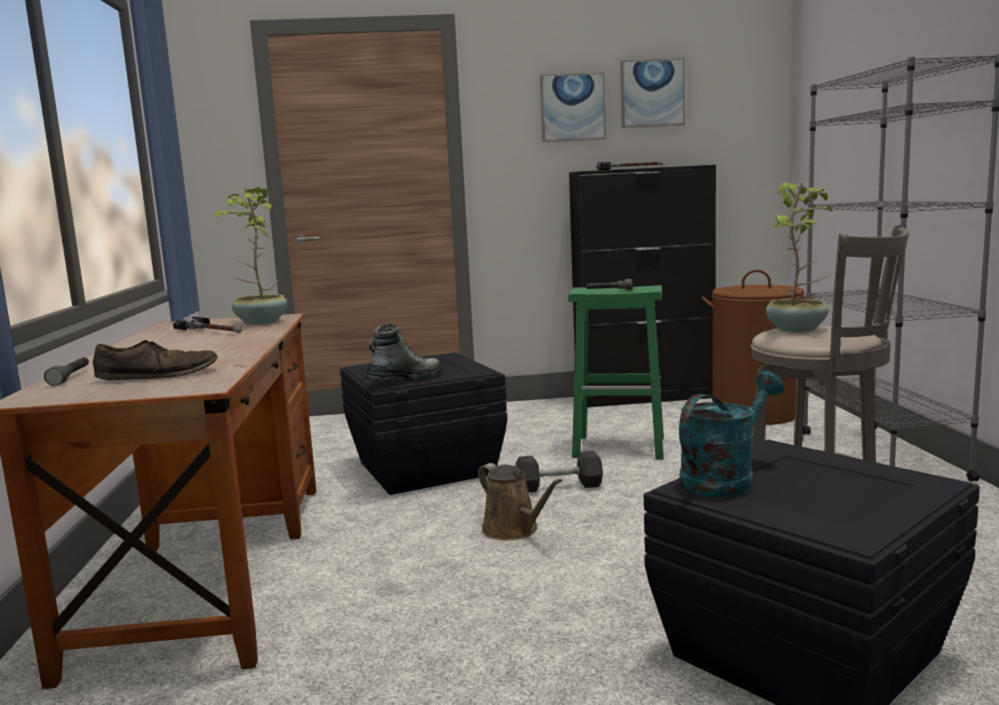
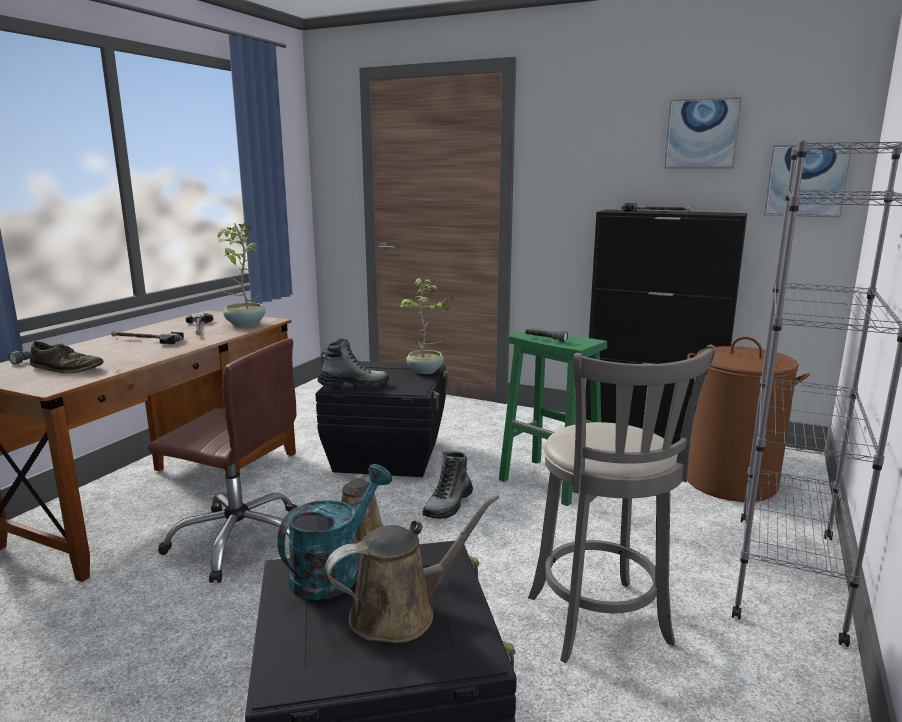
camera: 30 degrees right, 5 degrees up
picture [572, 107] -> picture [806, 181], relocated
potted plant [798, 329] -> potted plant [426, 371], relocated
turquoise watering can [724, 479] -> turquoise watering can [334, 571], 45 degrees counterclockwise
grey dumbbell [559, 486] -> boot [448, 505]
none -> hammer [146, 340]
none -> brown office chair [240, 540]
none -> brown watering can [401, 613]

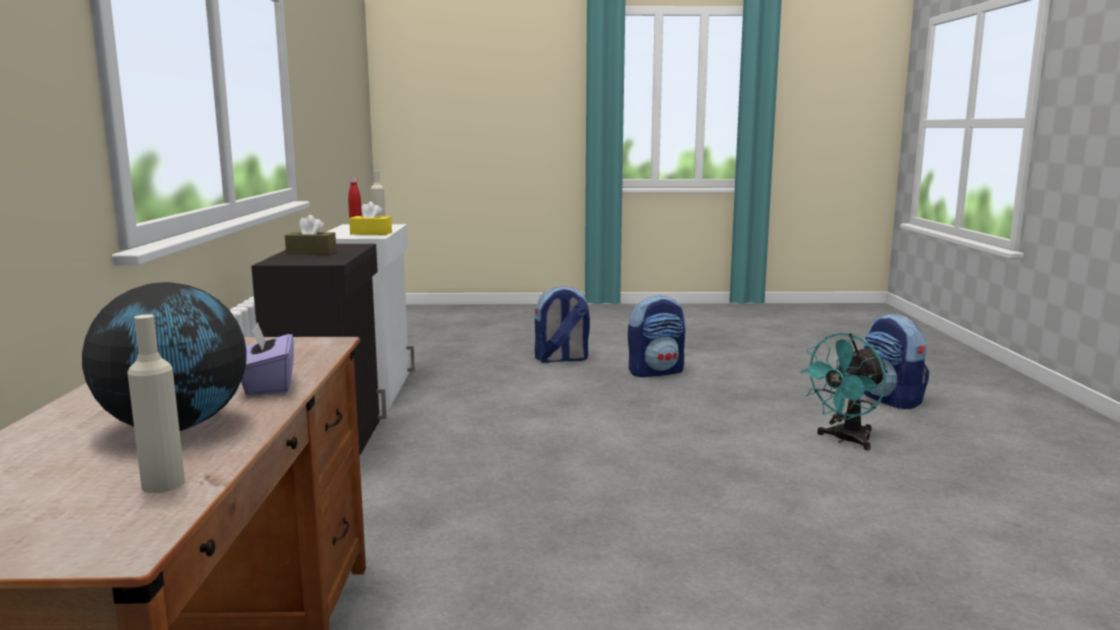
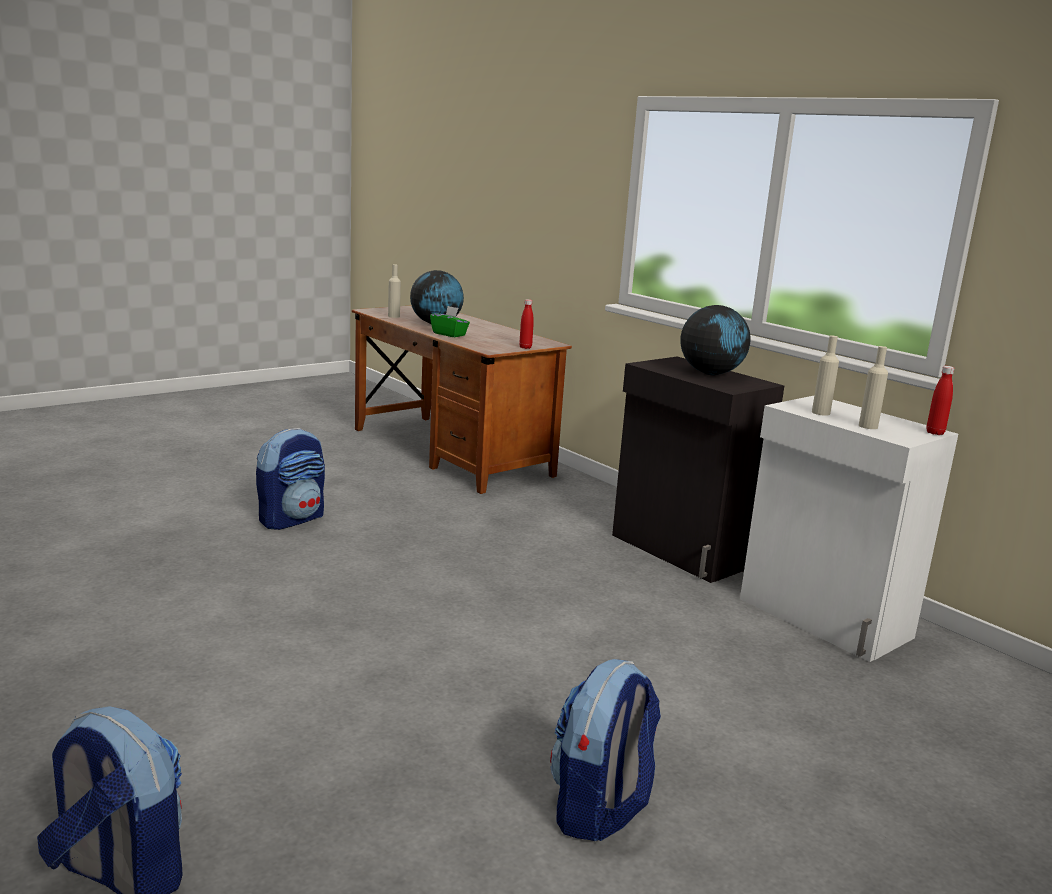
camera: 140 degrees right, 5 degrees up
yellow tissue box [371, 233] -> beige bottle [820, 413]
brown tissue box [311, 252] -> globe [711, 373]
backpack [561, 359] -> backpack [292, 519], relocated
purple tissue box [268, 386] -> green tissue box [449, 334]
turquoise fan [845, 440] -> none
none -> red bottle [525, 347]

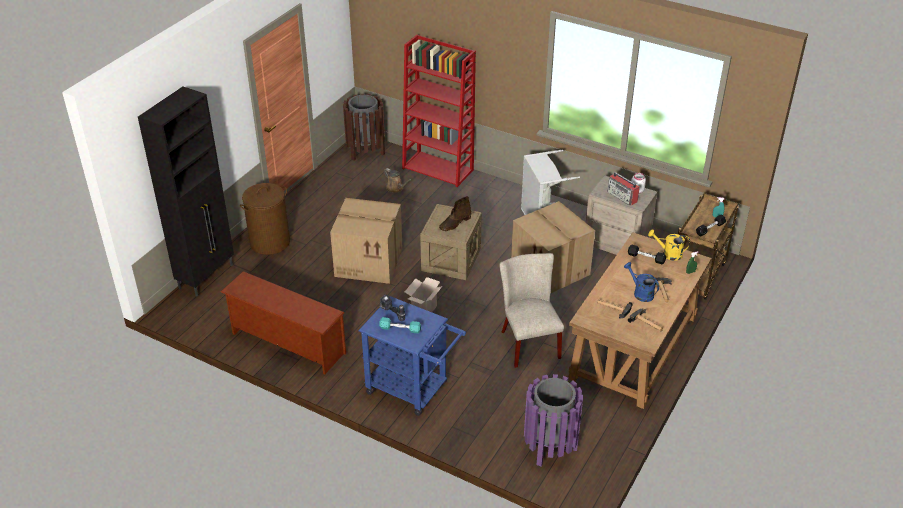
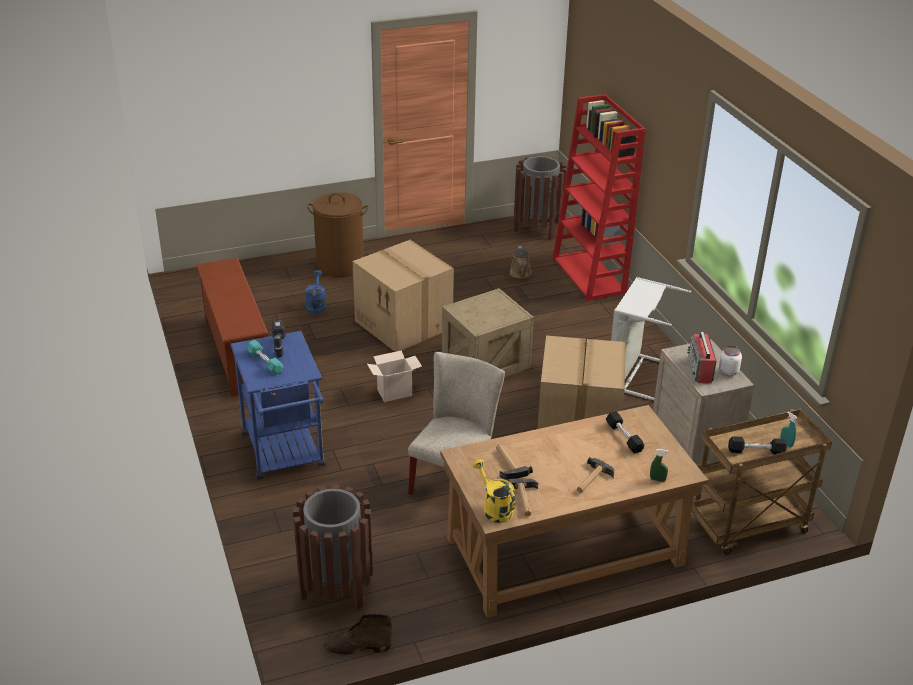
camera: 40 degrees right, 5 degrees down
black cabinet [207, 276] -> none
brown boot [455, 223] -> brown boot [357, 647], relocated
yellow watering can [668, 254] -> yellow watering can [494, 508], relocated
blue watering can [640, 293] -> blue watering can [316, 305], relocated
purple trash can [549, 447] -> brown trash can [336, 588]

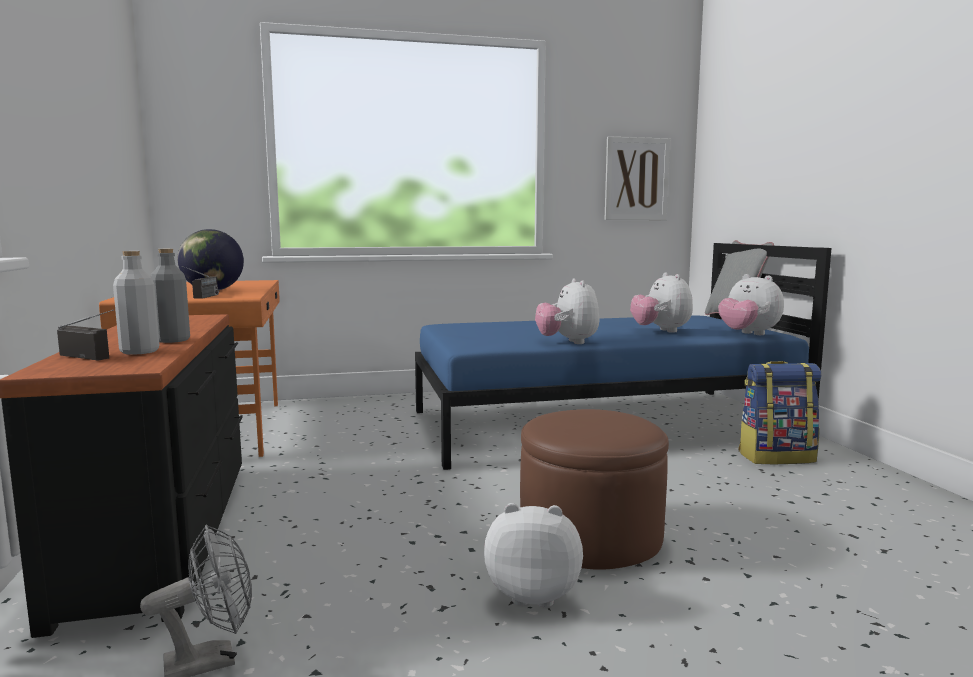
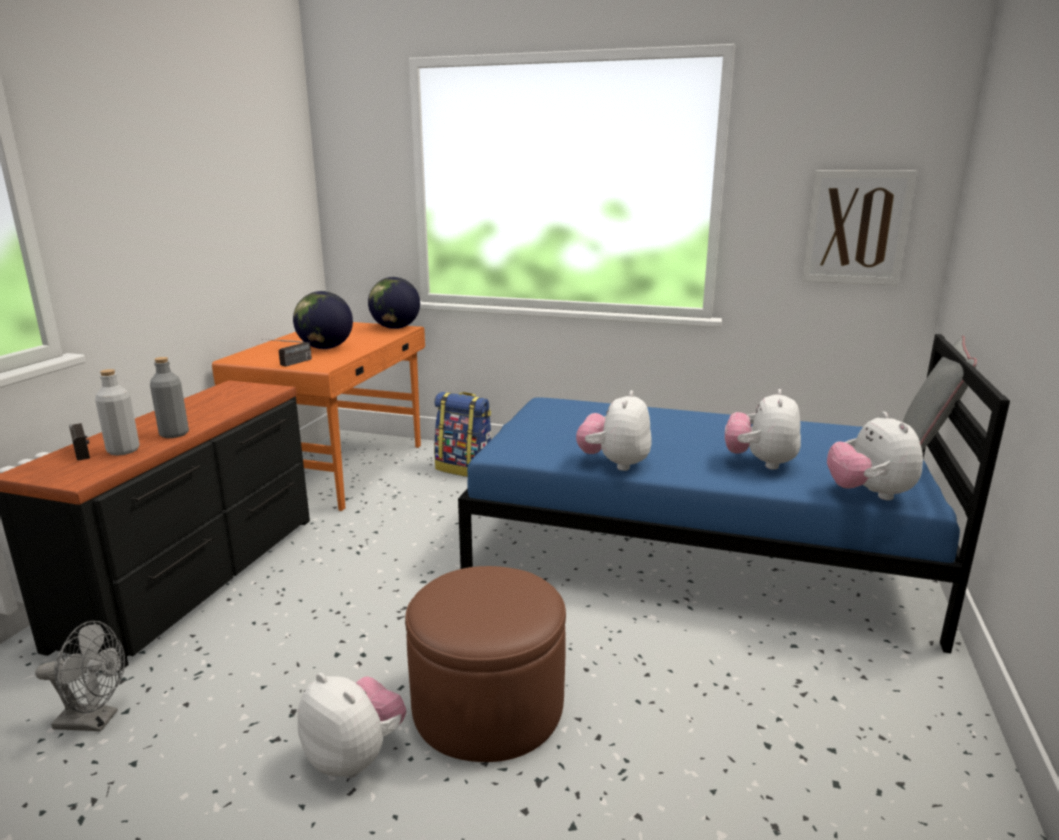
camera: 30 degrees right, 10 degrees up
backpack [776, 457] -> backpack [465, 468], relocated
none -> globe [395, 328]

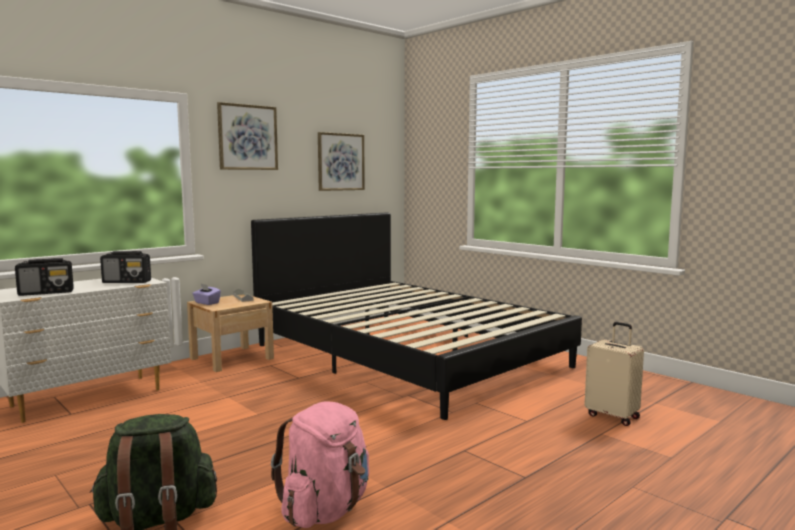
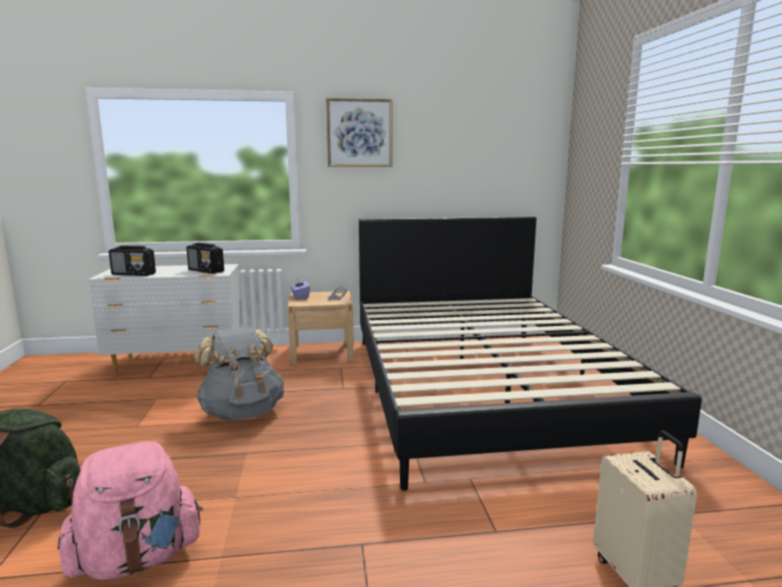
camera: 35 degrees right, 5 degrees up
picture [340, 162] -> none
none -> grey backpack [242, 412]

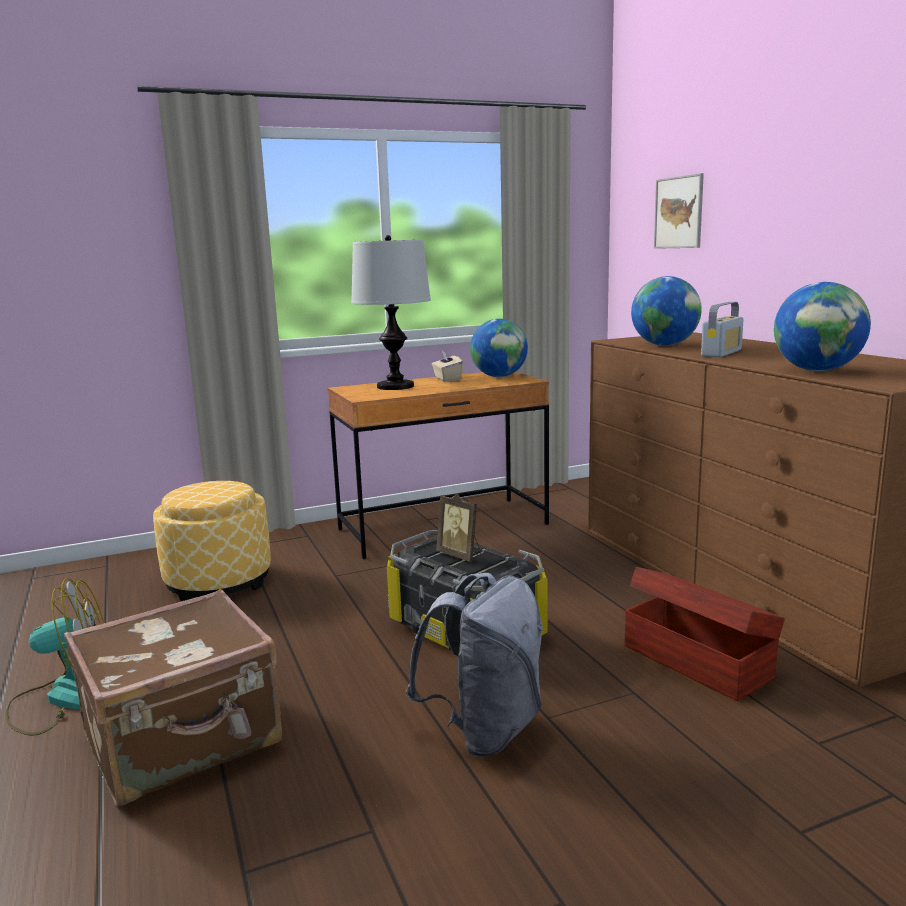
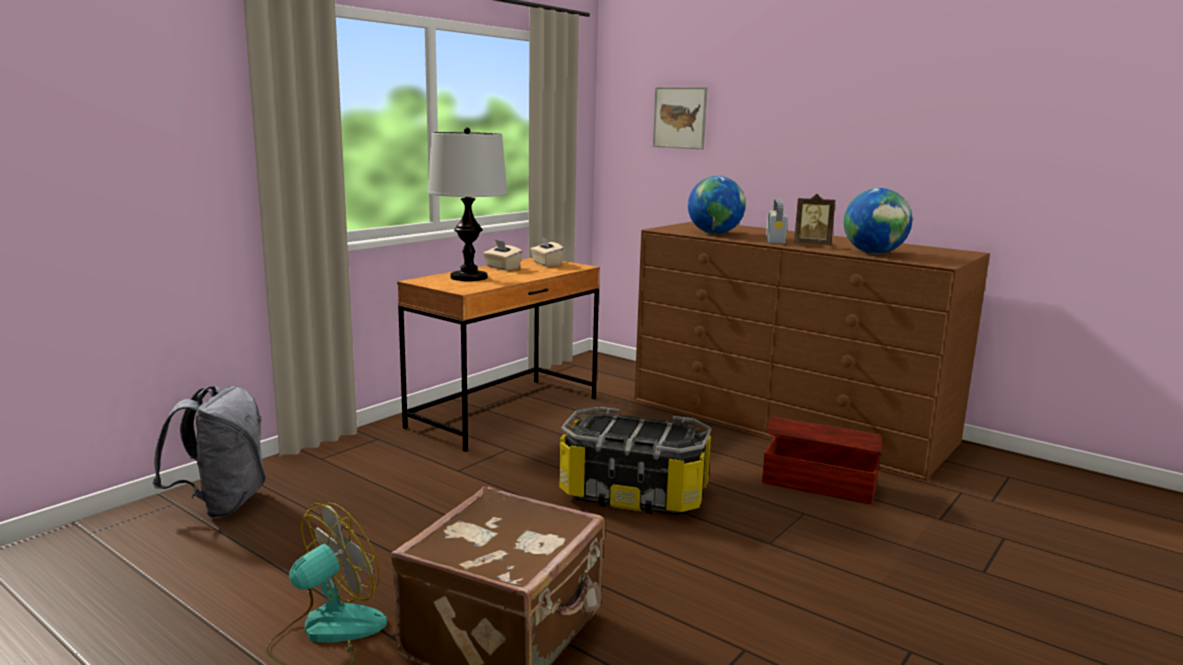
camera: 30 degrees left, 0 degrees up
globe [499, 376] -> beige tissue box [546, 264]
ottoman [218, 581] -> none
picture frame [460, 555] -> picture frame [812, 245], relocated
grey backpack [485, 730] -> grey backpack [222, 504], relocated

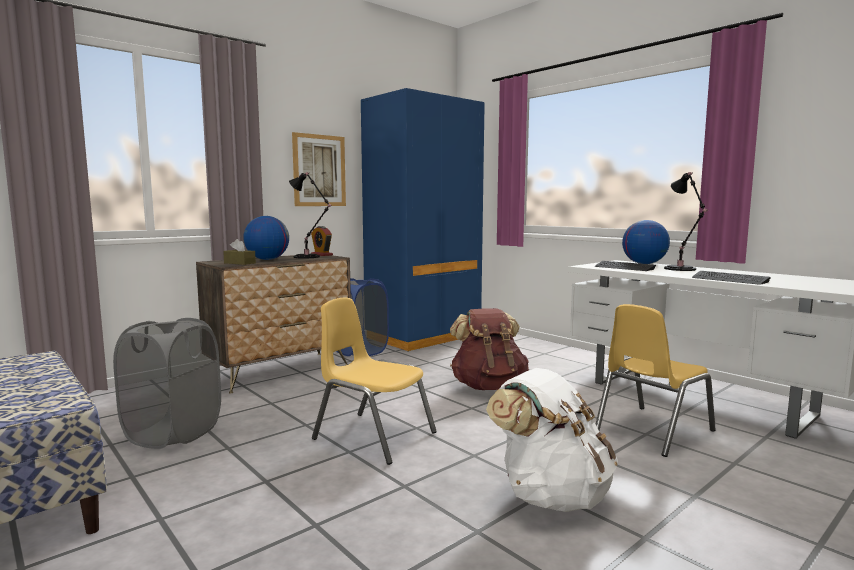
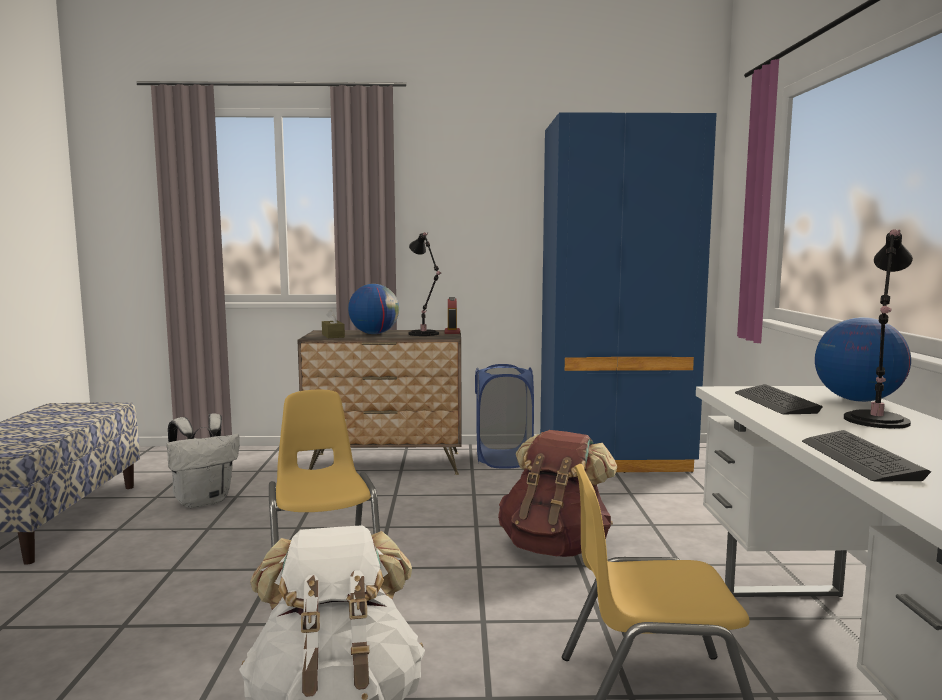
camera: 40 degrees right, 0 degrees up
picture [319, 170] -> none
grey laundry basket [173, 433] -> white backpack [204, 501]

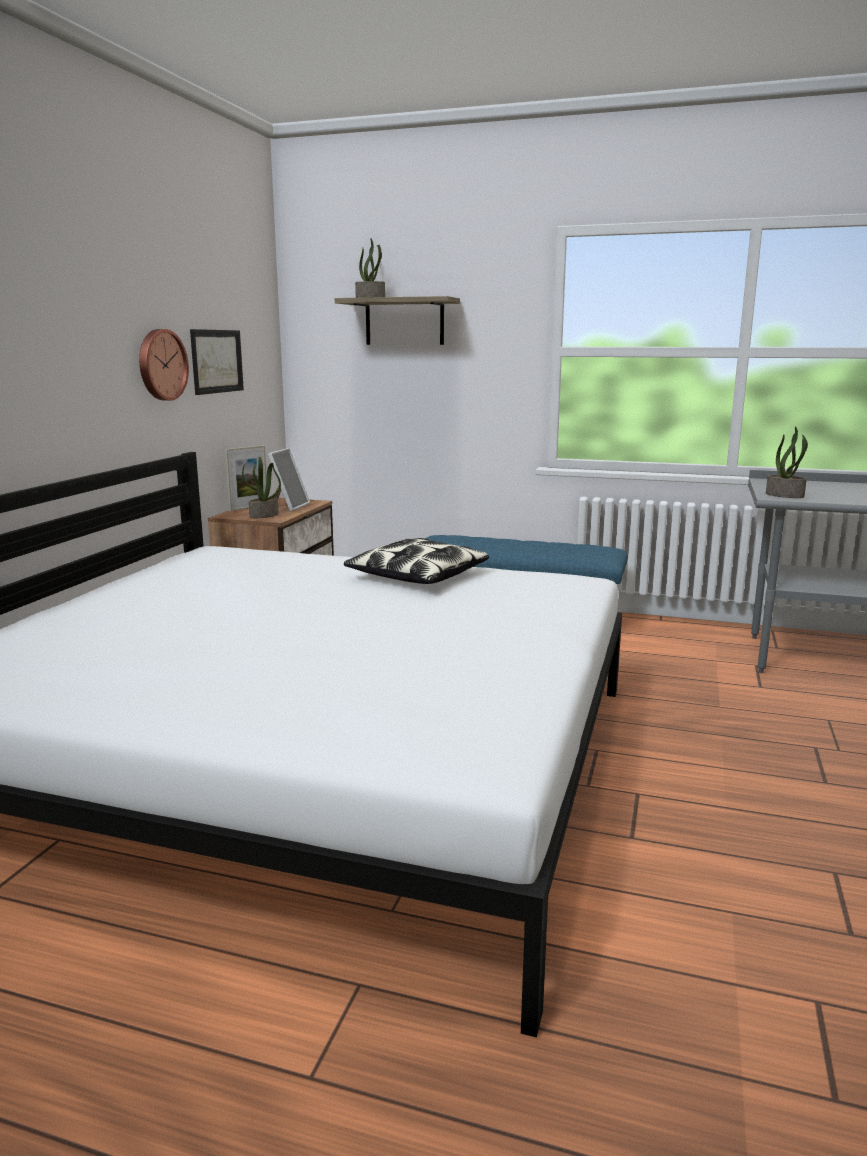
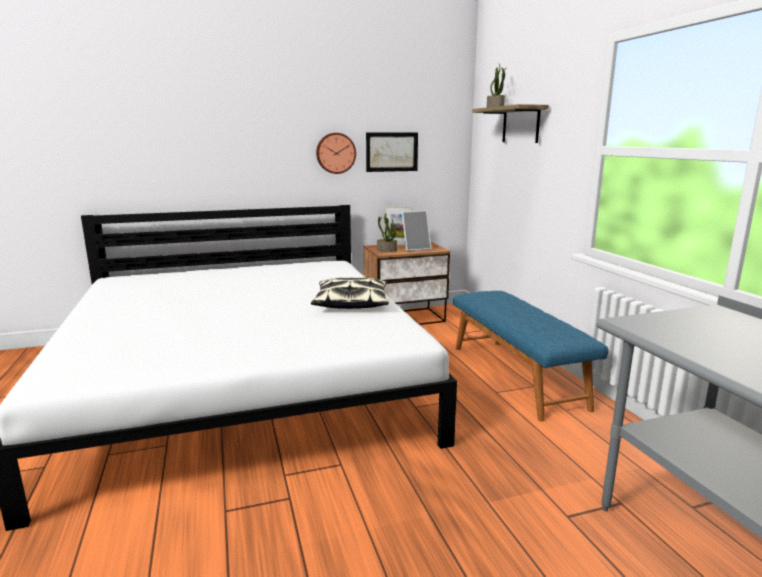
camera: 55 degrees right, 0 degrees up
potted plant [785, 495] -> none

